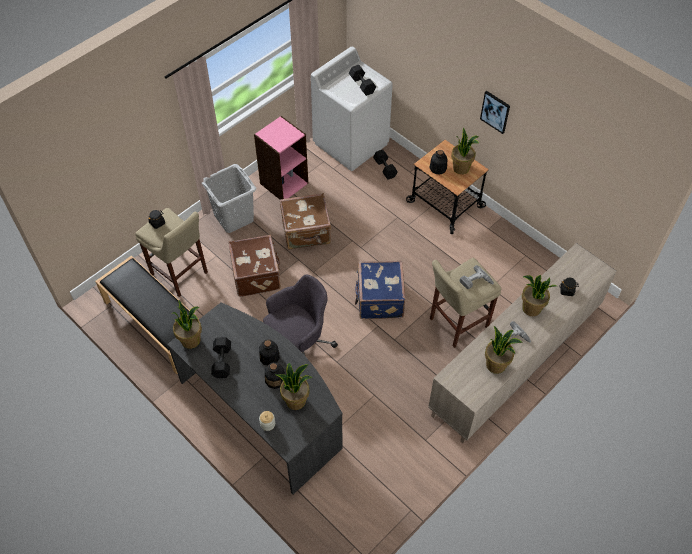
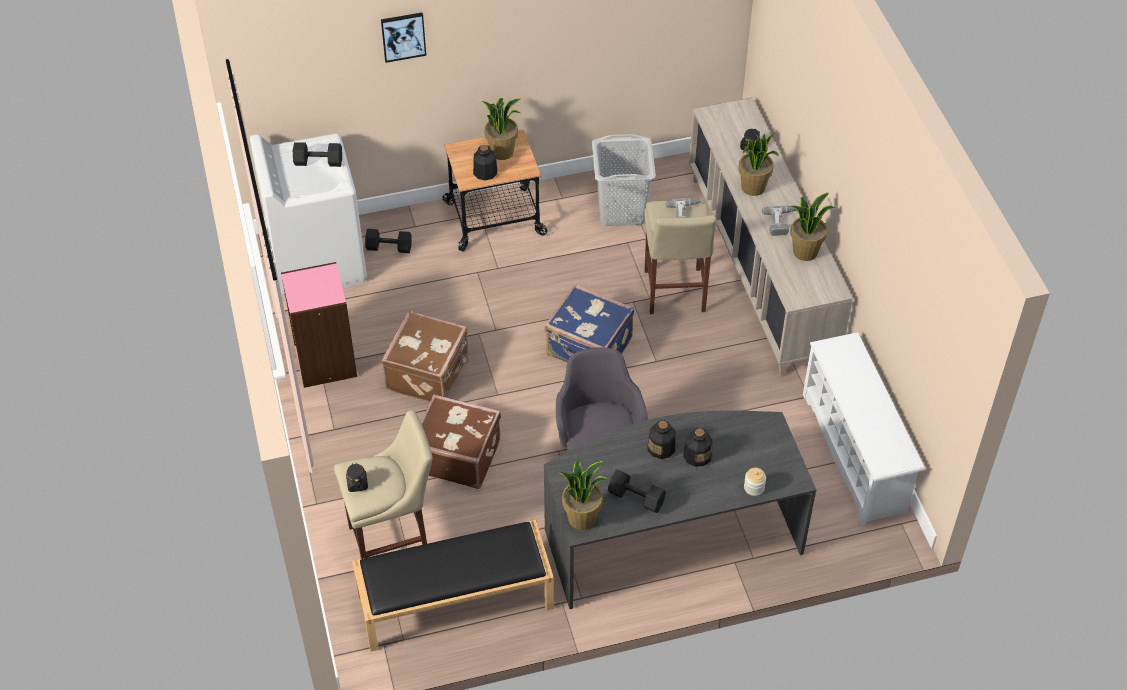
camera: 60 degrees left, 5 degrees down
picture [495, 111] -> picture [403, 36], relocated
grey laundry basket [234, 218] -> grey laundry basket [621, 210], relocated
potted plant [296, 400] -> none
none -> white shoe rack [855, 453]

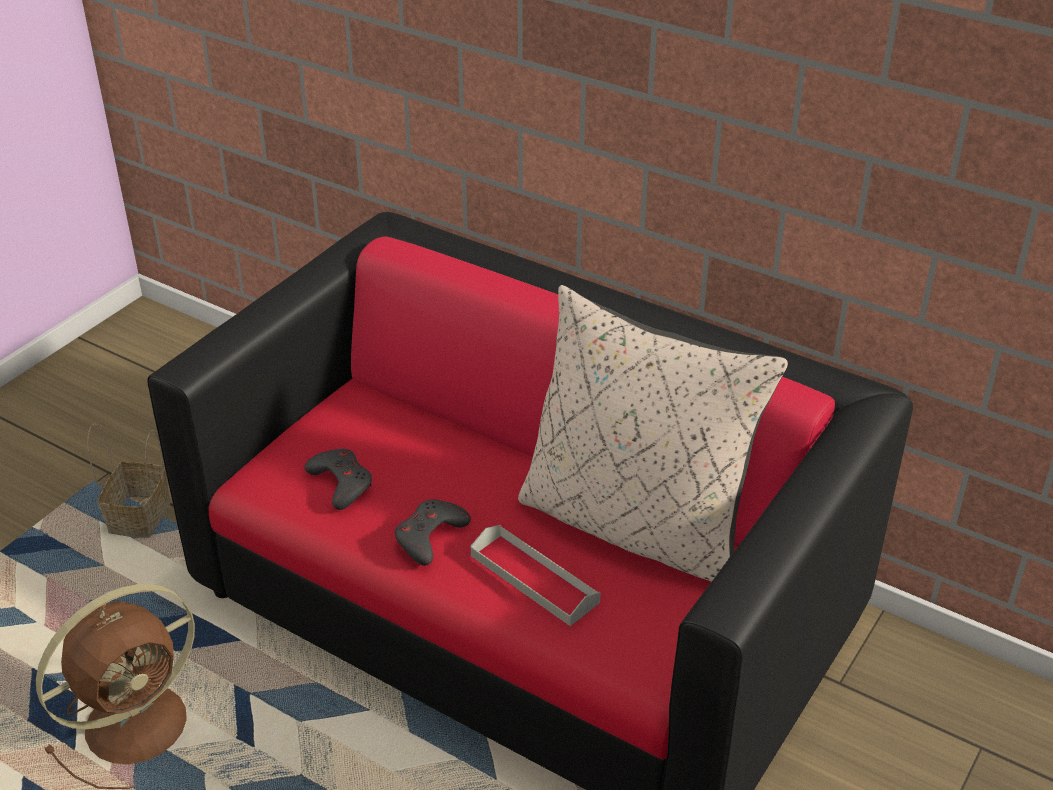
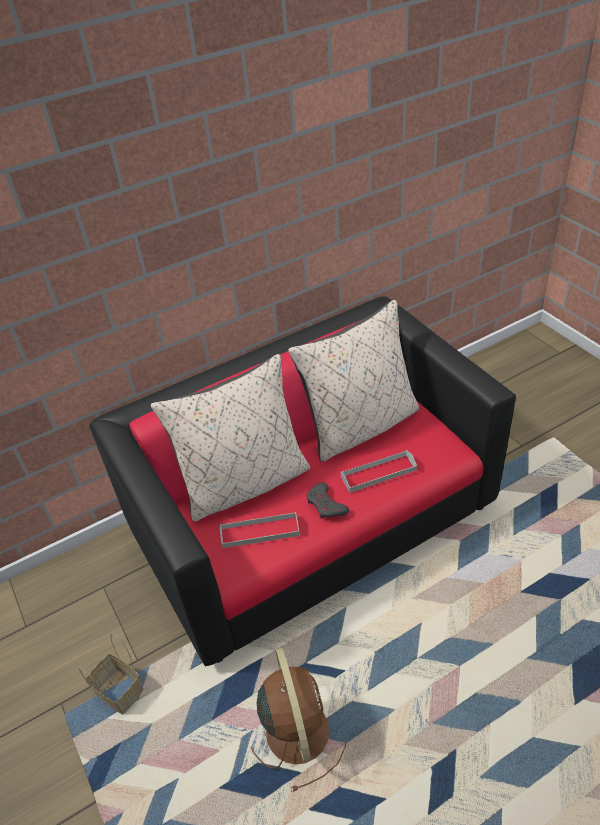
camera: 60 degrees left, 5 degrees up
grey game controller [341, 483] -> grey tray [260, 532]
none -> beige pillow [245, 483]

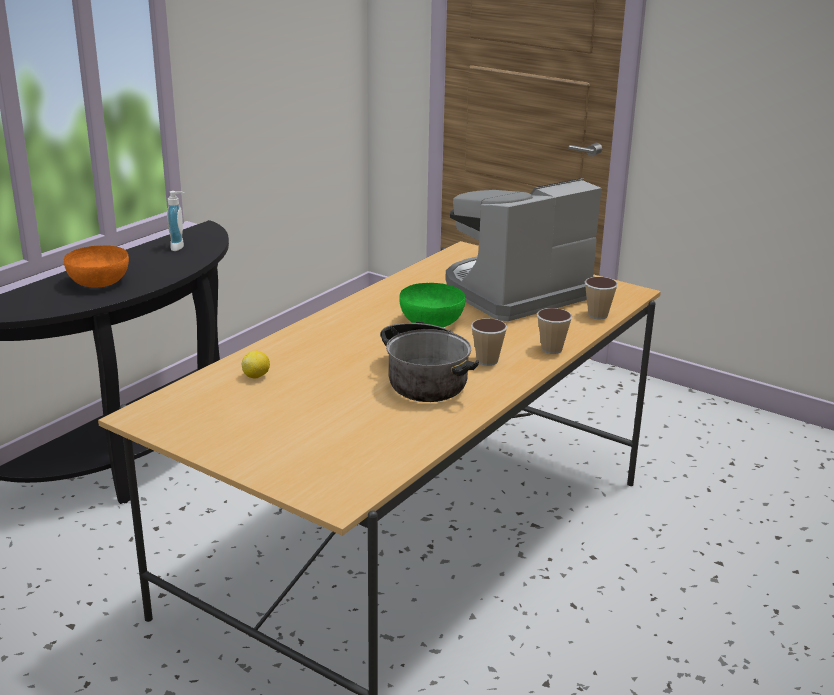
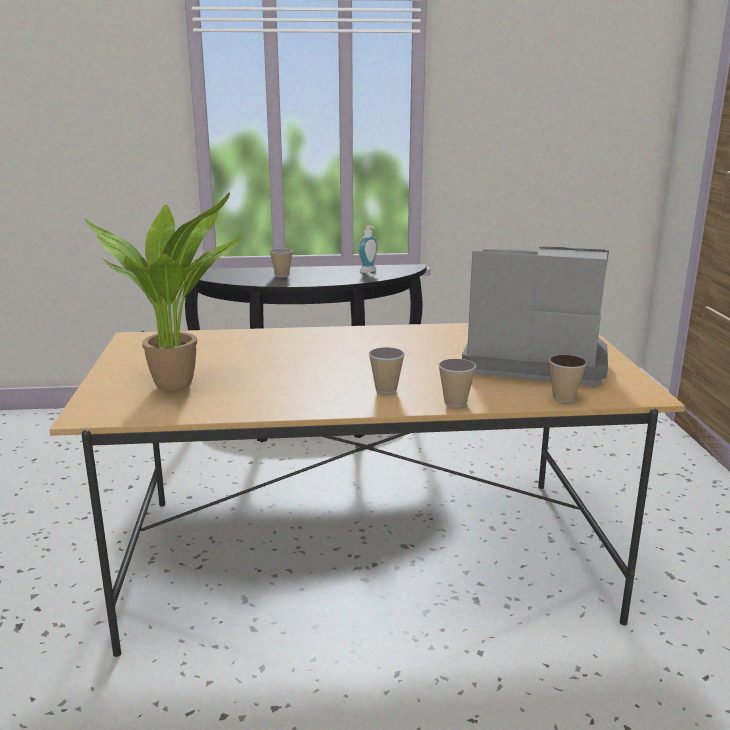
camera: 50 degrees right, 5 degrees down
orange bowl [99, 282] -> cup [282, 275]
green bowl [430, 322] -> none
cooking pot [424, 378] -> none
lemon [256, 376] -> none
none -> potted plant [179, 384]

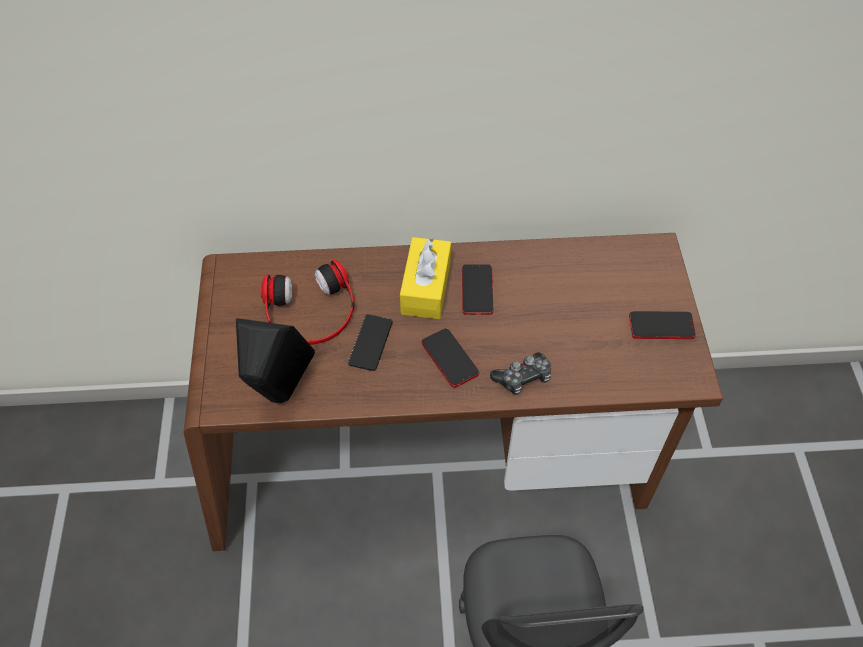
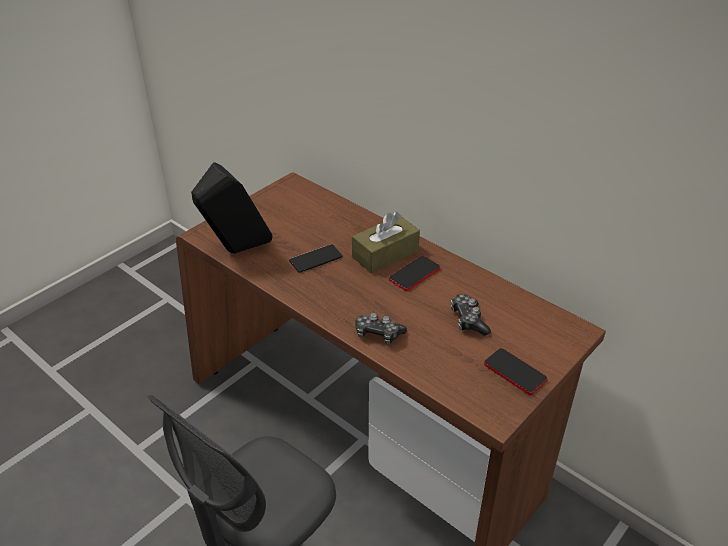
camera: 45 degrees right, 15 degrees down
yellow tissue box [426, 287] -> brown tissue box [385, 254]
headphones [311, 311] -> none
phone [449, 358] -> none
none -> game controller [468, 320]

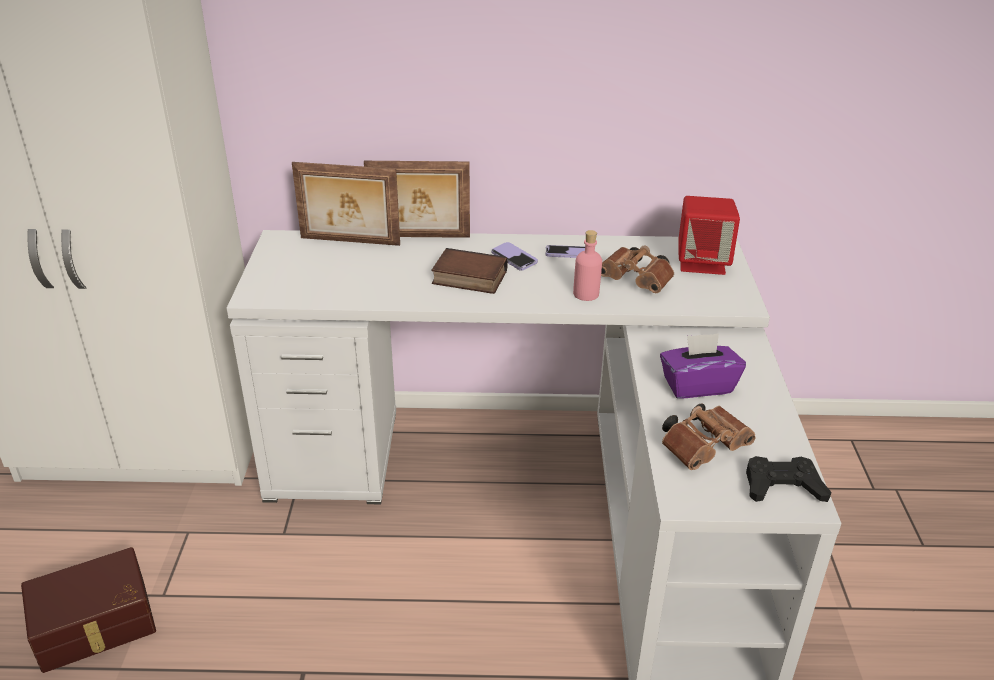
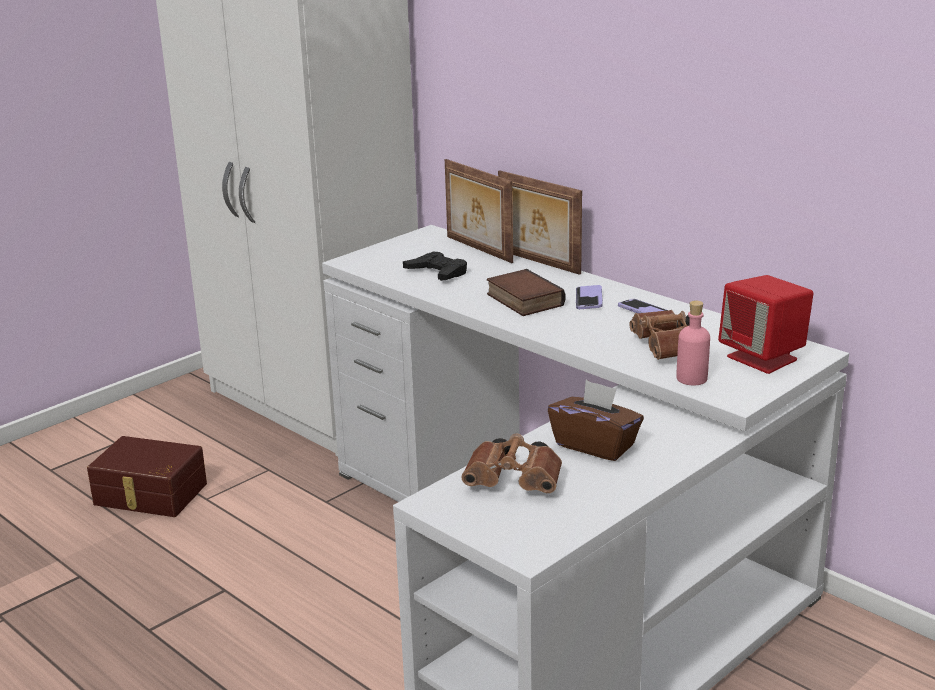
camera: 45 degrees right, 10 degrees down
pink bottle [586, 294] -> pink bottle [692, 378], relocated
purple tissue box [697, 385] -> brown tissue box [595, 445]
black game controller [782, 486] -> black game controller [437, 272], relocated

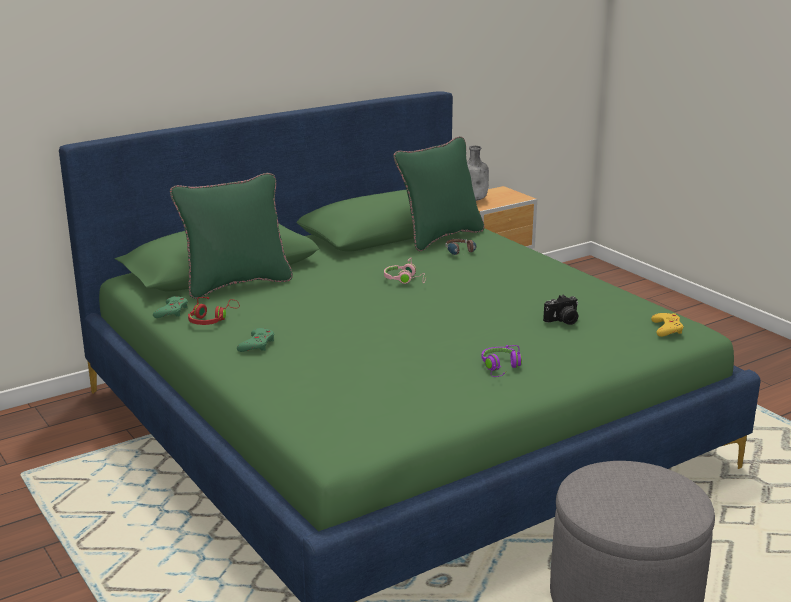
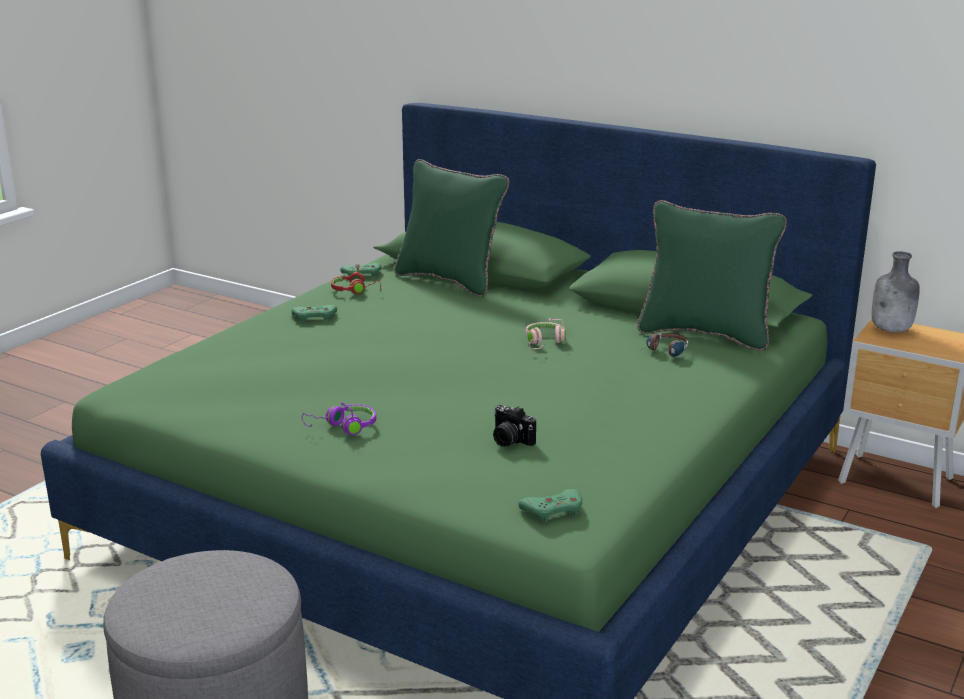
camera: 65 degrees right, 0 degrees up
yellow game controller [666, 328] -> green game controller [553, 510]

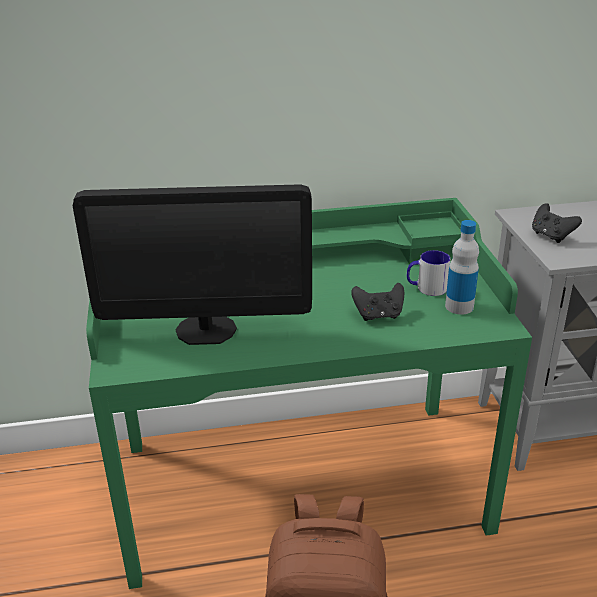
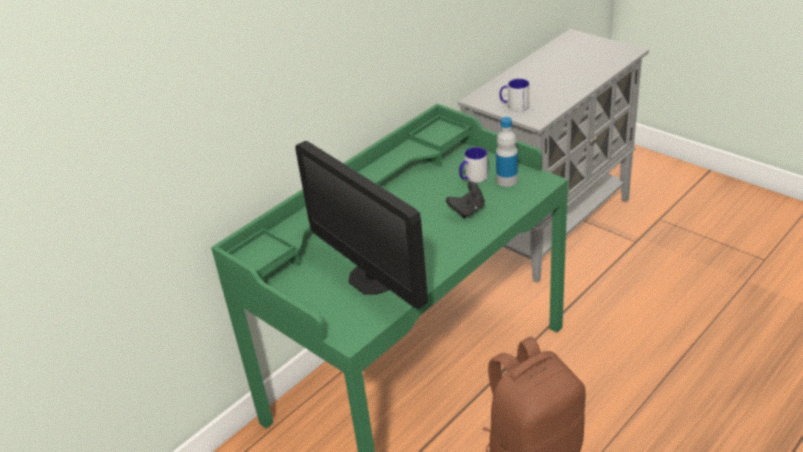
camera: 35 degrees left, 5 degrees up
monitor [206, 330] -> monitor [372, 278], 90 degrees clockwise
black game controller [551, 236] -> mug [514, 106]

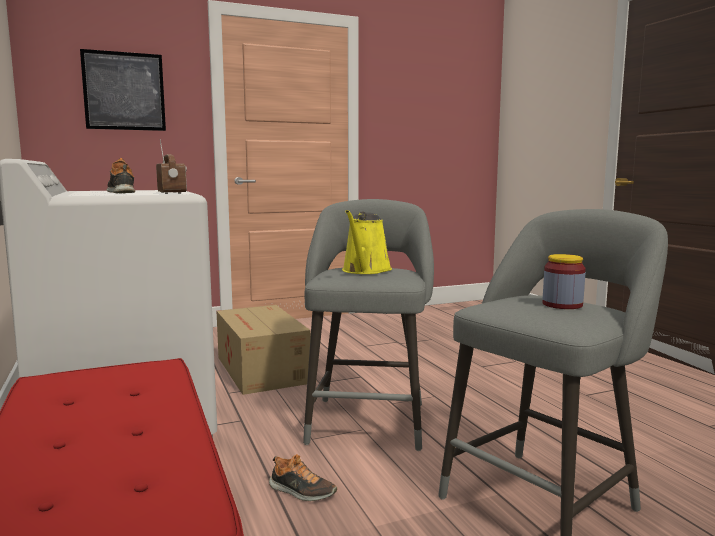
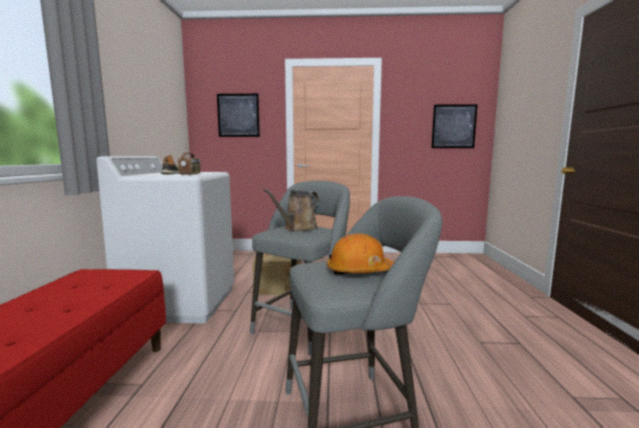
camera: 25 degrees right, 0 degrees up
yellow watering can [365, 271] -> brown watering can [298, 228]
jar [562, 304] -> orange hard hat [359, 271]
shoe [301, 491] -> none
none -> picture [453, 126]

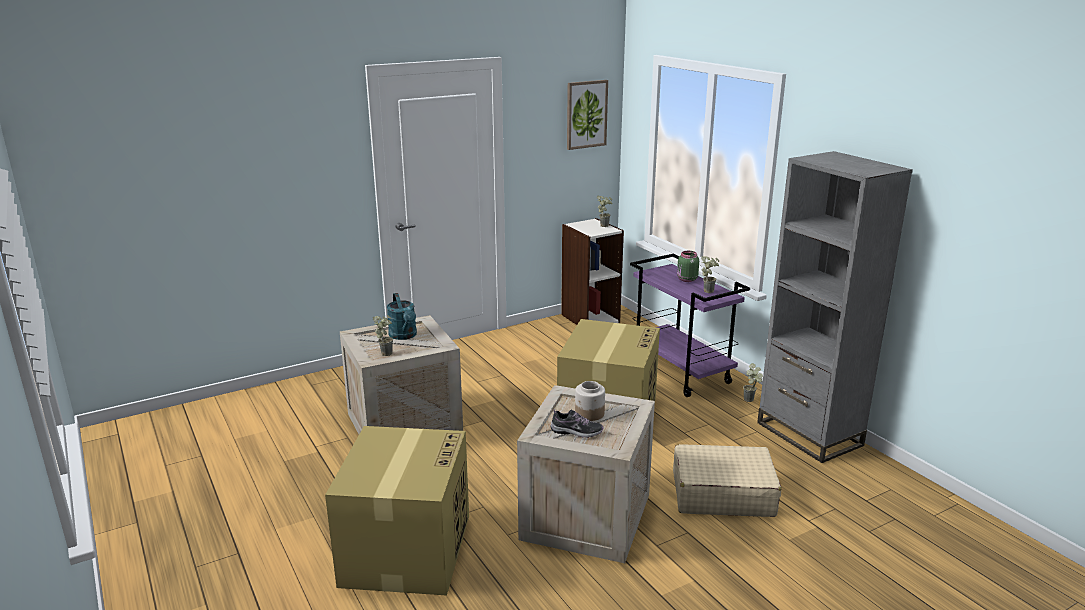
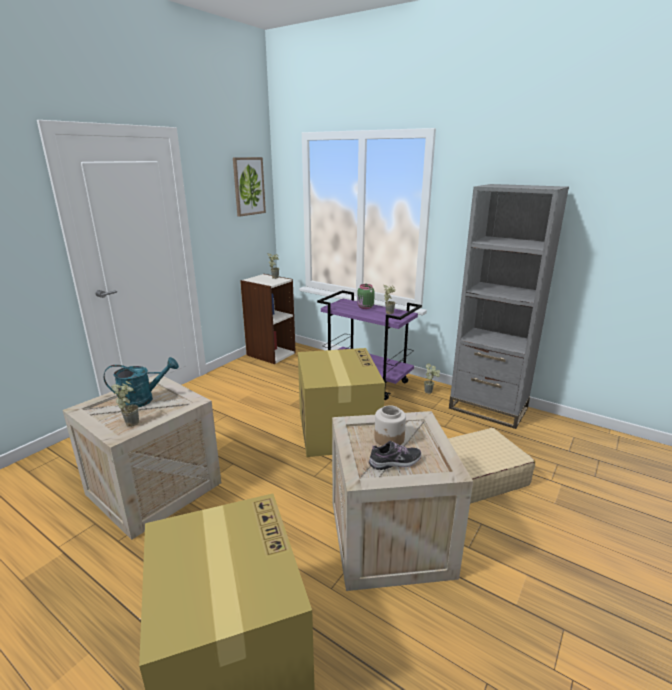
camera: 25 degrees left, 0 degrees up
turquoise watering can [404, 336] -> turquoise watering can [143, 400], 60 degrees counterclockwise

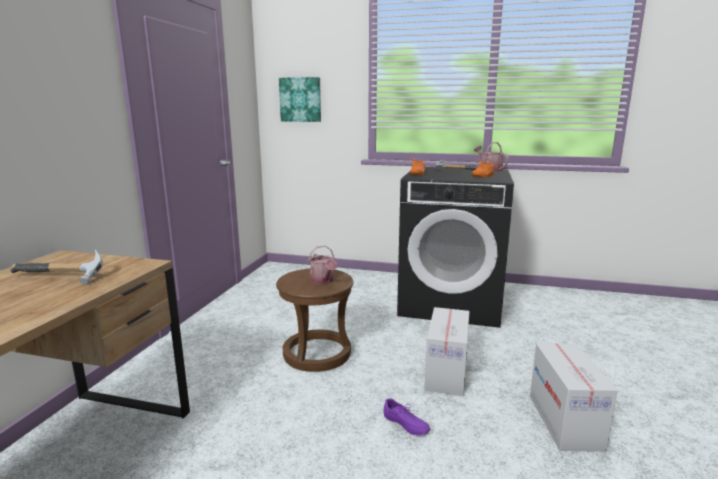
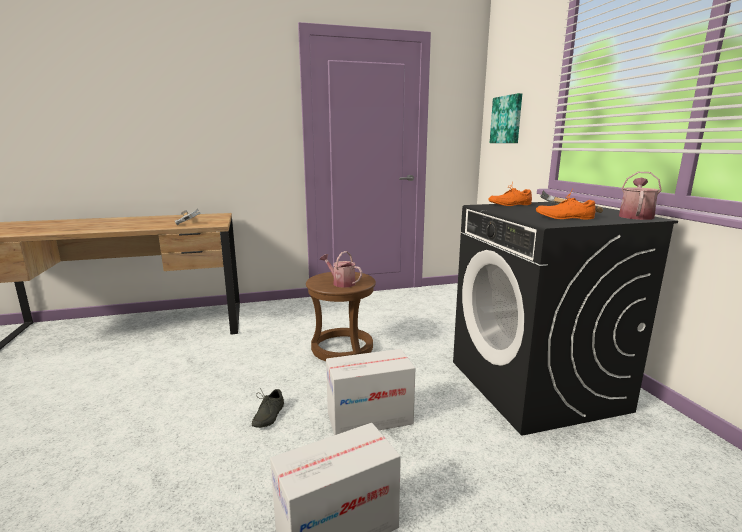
camera: 60 degrees right, 0 degrees up
watering can [323, 281] -> watering can [341, 283], 90 degrees clockwise
purple shoe [404, 425] -> grey shoe [267, 415]

